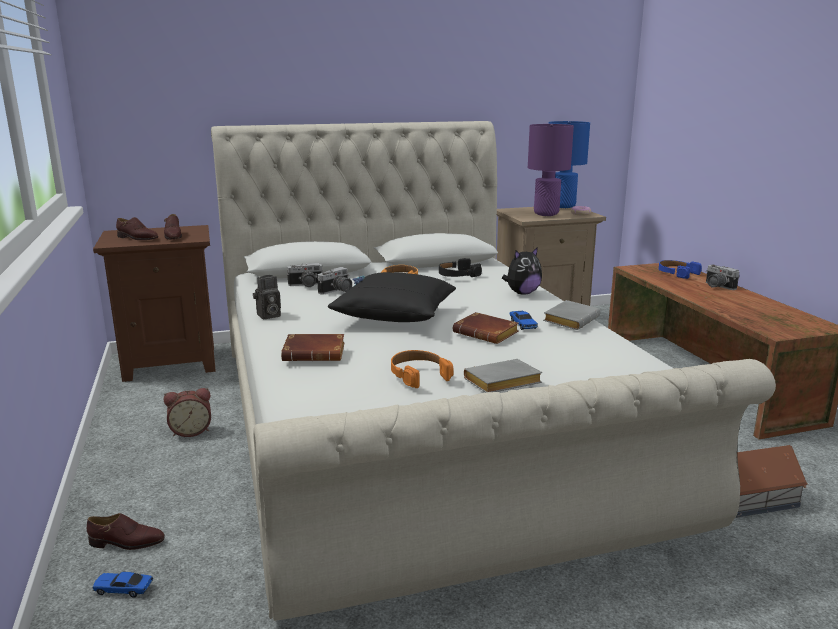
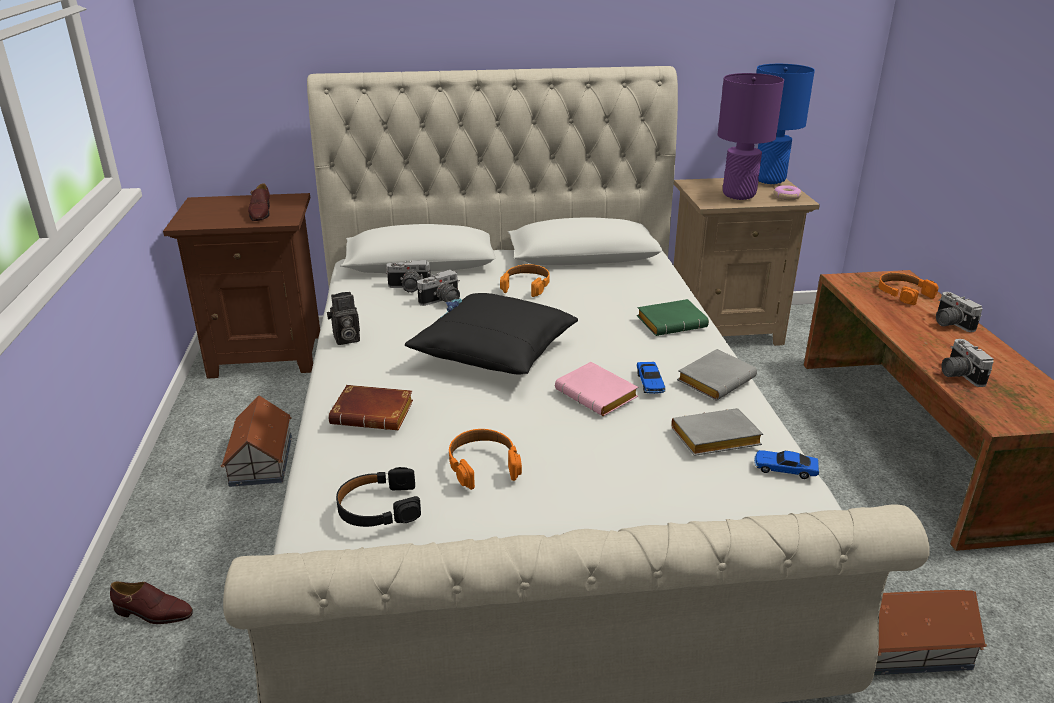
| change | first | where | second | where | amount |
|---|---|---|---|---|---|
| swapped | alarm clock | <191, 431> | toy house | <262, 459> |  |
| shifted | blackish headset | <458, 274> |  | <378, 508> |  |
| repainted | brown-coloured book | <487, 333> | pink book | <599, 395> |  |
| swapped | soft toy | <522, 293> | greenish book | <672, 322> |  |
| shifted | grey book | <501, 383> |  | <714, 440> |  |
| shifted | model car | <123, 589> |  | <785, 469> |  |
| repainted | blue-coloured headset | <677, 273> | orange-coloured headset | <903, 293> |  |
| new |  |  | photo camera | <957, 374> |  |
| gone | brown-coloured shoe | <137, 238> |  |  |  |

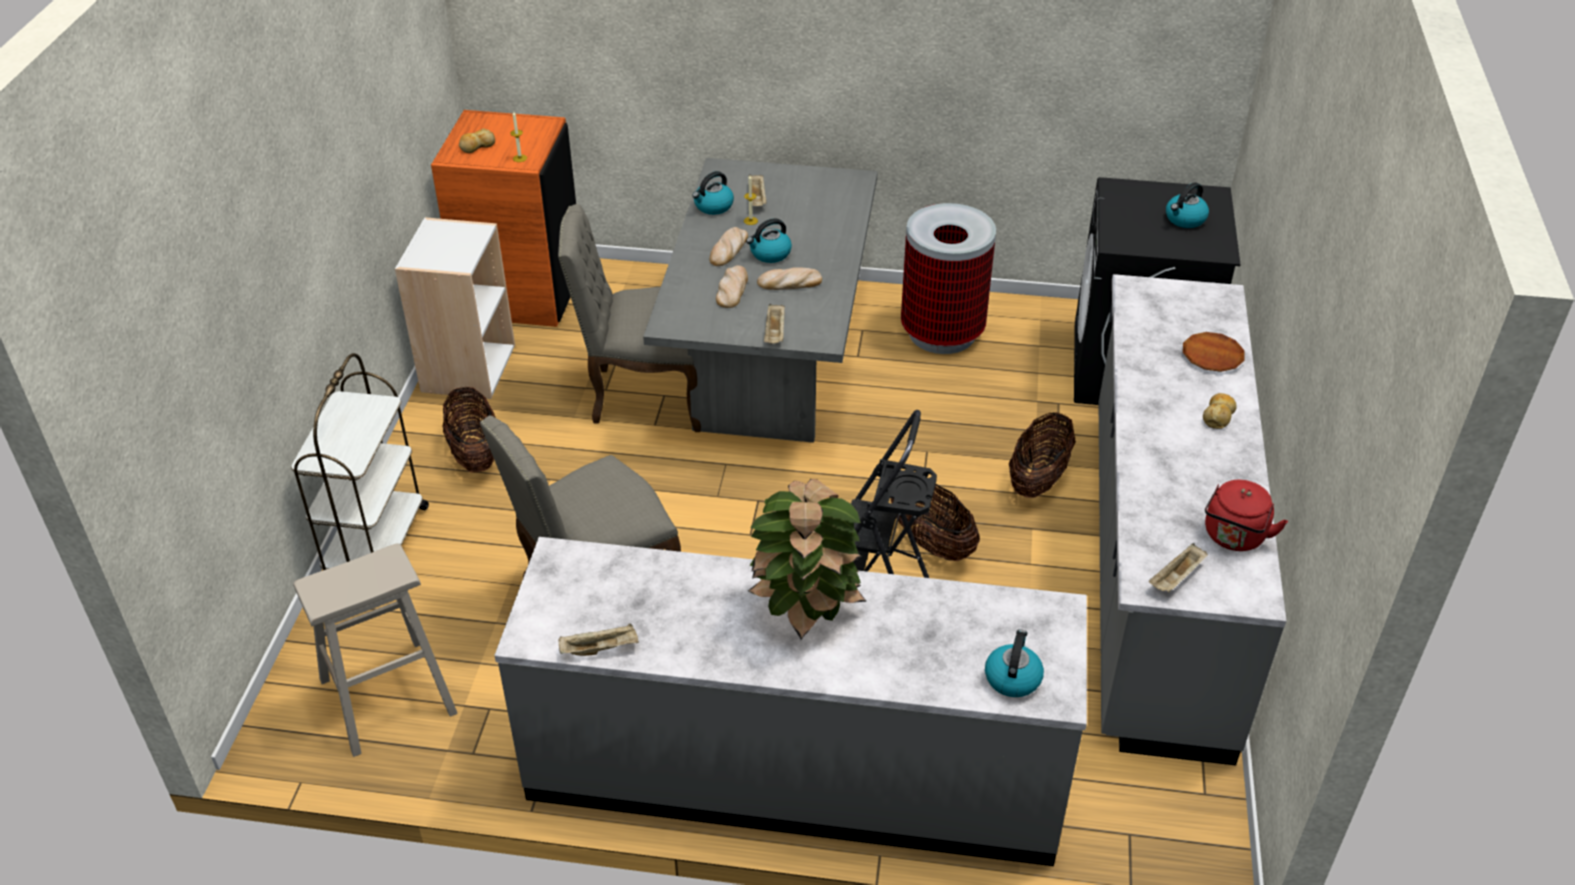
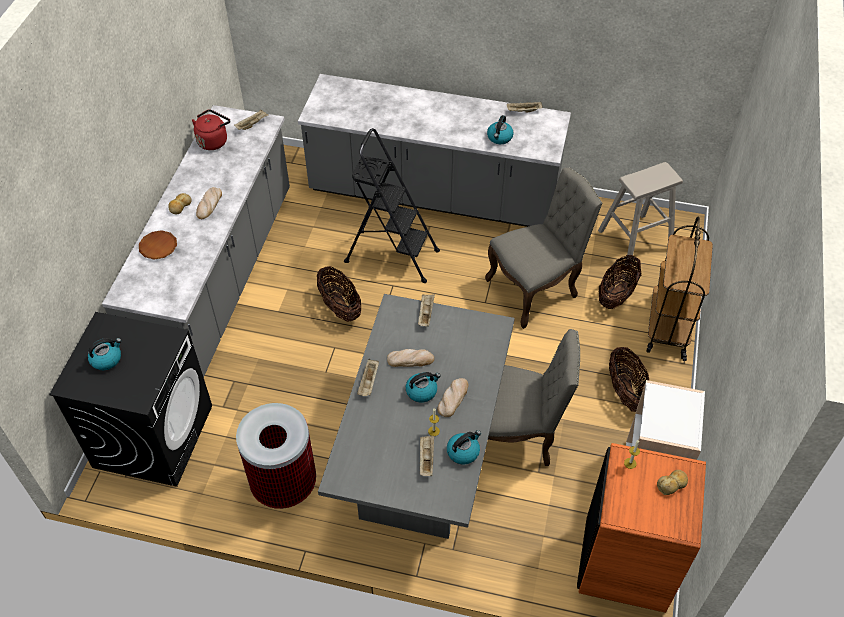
| change | first | where | second | where | amount |
|---|---|---|---|---|---|
| shifted | baked bread | <732, 289> |  | <209, 204> |  |
| new |  |  | beige-coloured tray | <368, 382> |  |
| shifted | kettle | <1012, 678> |  | <499, 138> |  |
| shifted | storage basket | <1038, 479> |  | <616, 295> |  |
| repainted | white-coloured wheeled cart | <377, 548> | brown-coloured wheeled cart | <669, 325> |  |
| gone | potted plant | <805, 613> |  |  |  |

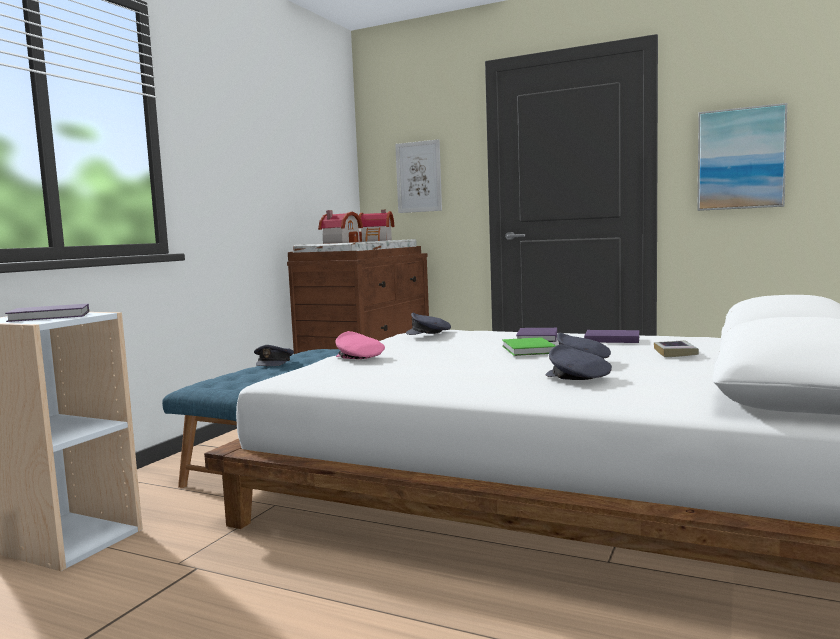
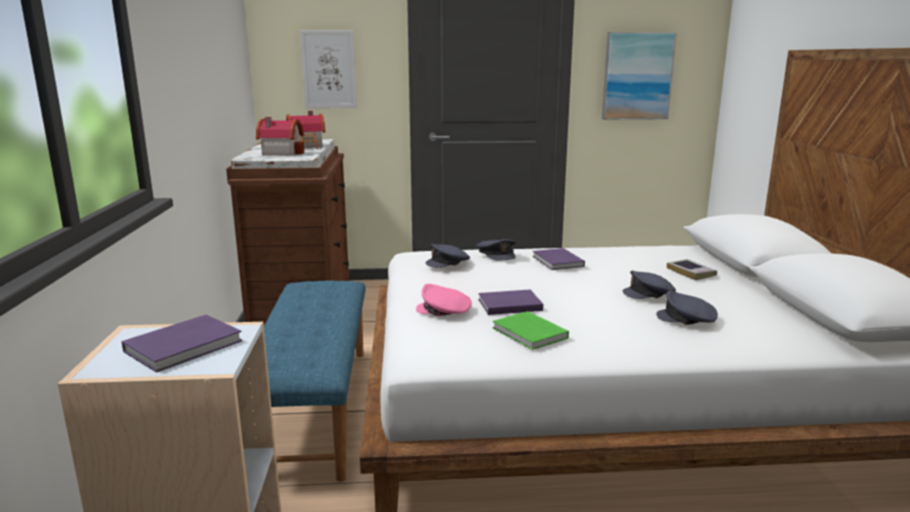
| change | first | where | second | where | amount |
|---|---|---|---|---|---|
| shifted | grey baseball cap | <274, 362> |  | <497, 254> |  |
| shifted | purple-coloured book | <610, 339> |  | <508, 304> |  |
| shifted | greenish book | <528, 350> |  | <530, 334> |  |

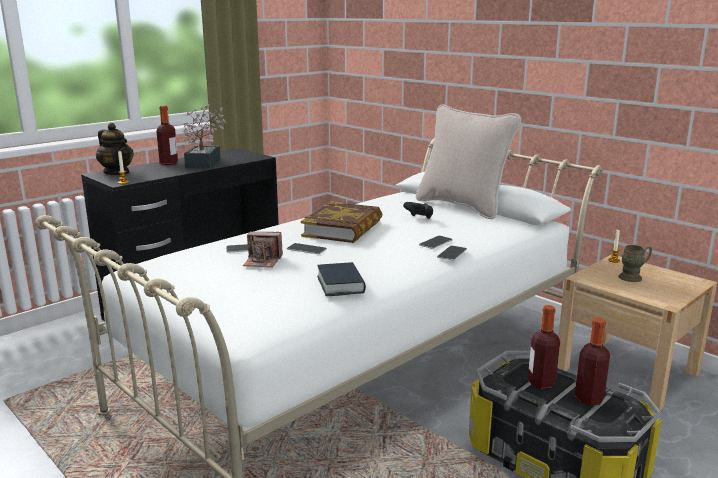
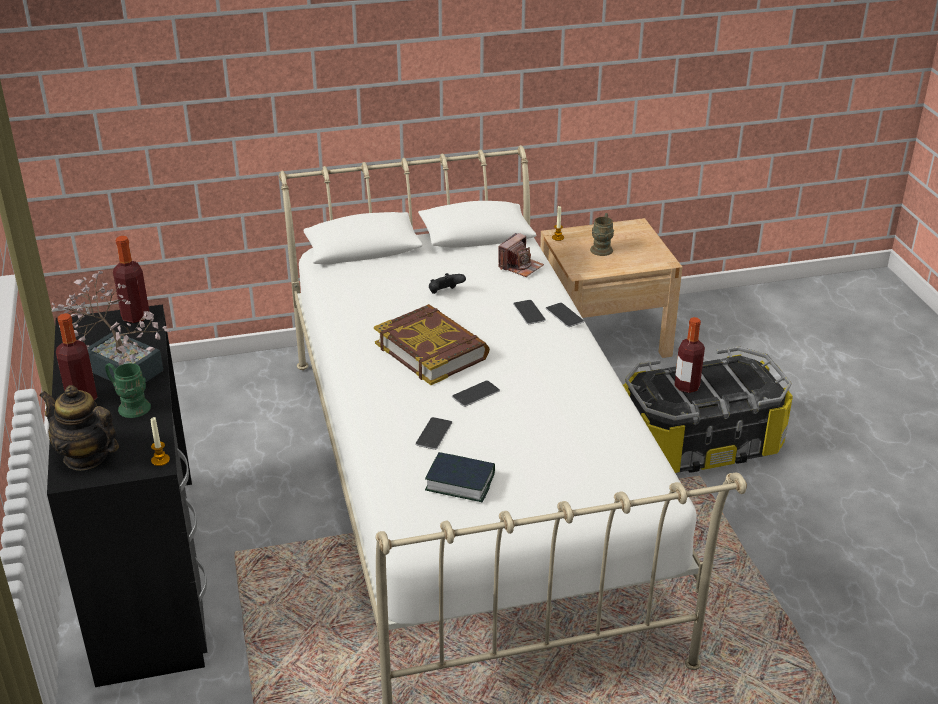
| change | first | where | second | where | amount |
|---|---|---|---|---|---|
| rotated | pot for tea | <117, 173> |  | <86, 457> | 135 degrees counterclockwise |
| new |  |  | greenish tea mug | <129, 406> |  |
| shifted | bottle | <589, 399> |  | <135, 316> |  |
| shifted | book | <340, 285> |  | <460, 482> |  |
| shifted | photo camera | <262, 261> |  | <520, 266> |  |
| gone | beige-coloured throw pillow | <462, 206> |  |  |  |

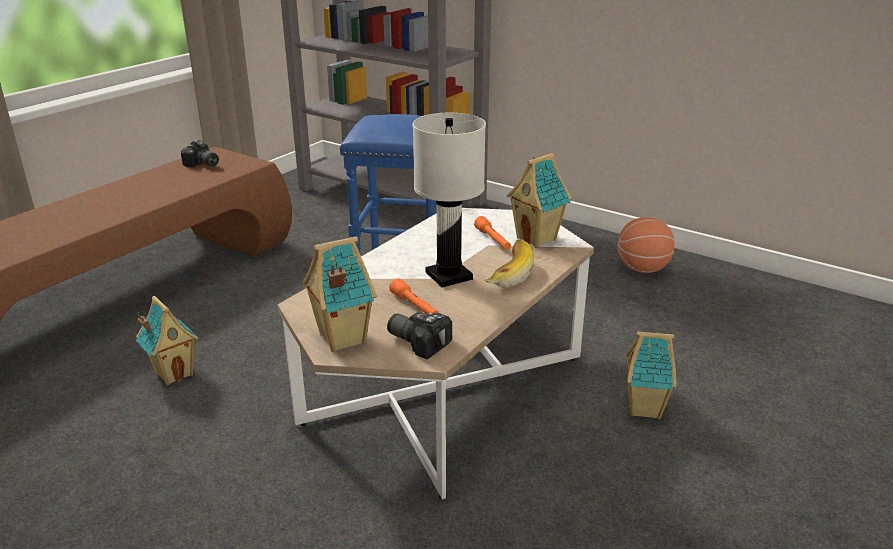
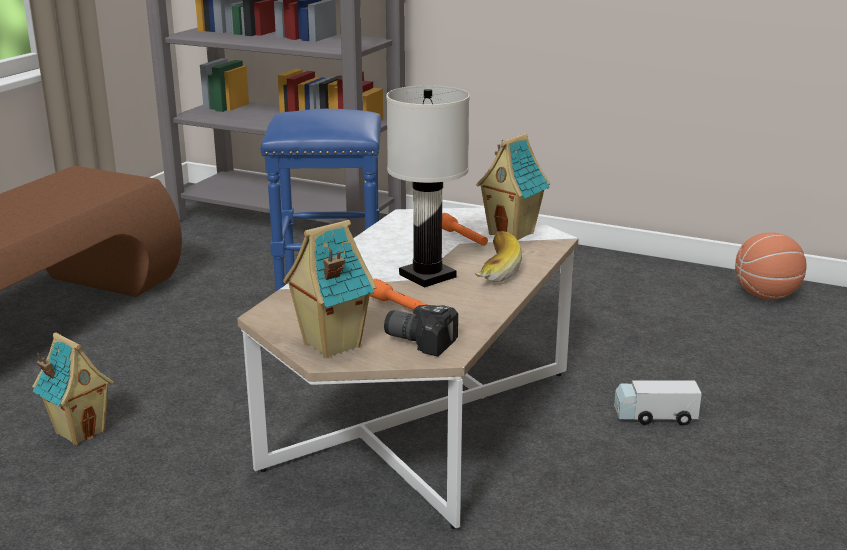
| change | first | where | second | where | amount |
|---|---|---|---|---|---|
| swapped | toy house | <645, 409> | toy lorry | <654, 416> |  |
| shifted | basketball ball | <642, 269> |  | <766, 295> |  |
| gone | photo camera | <202, 165> |  |  |  |

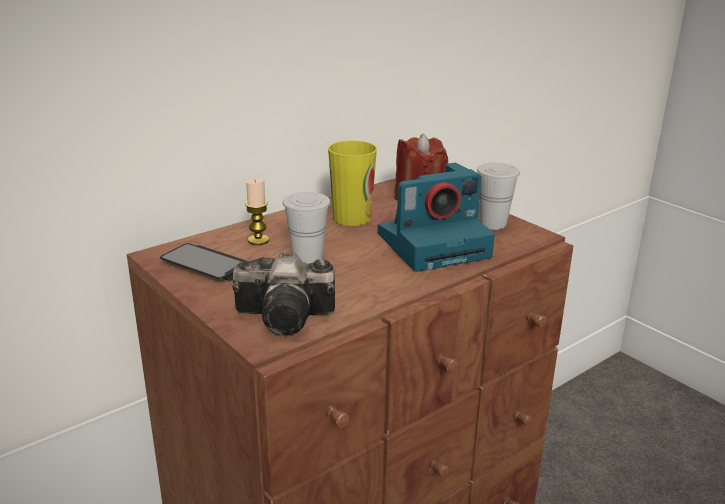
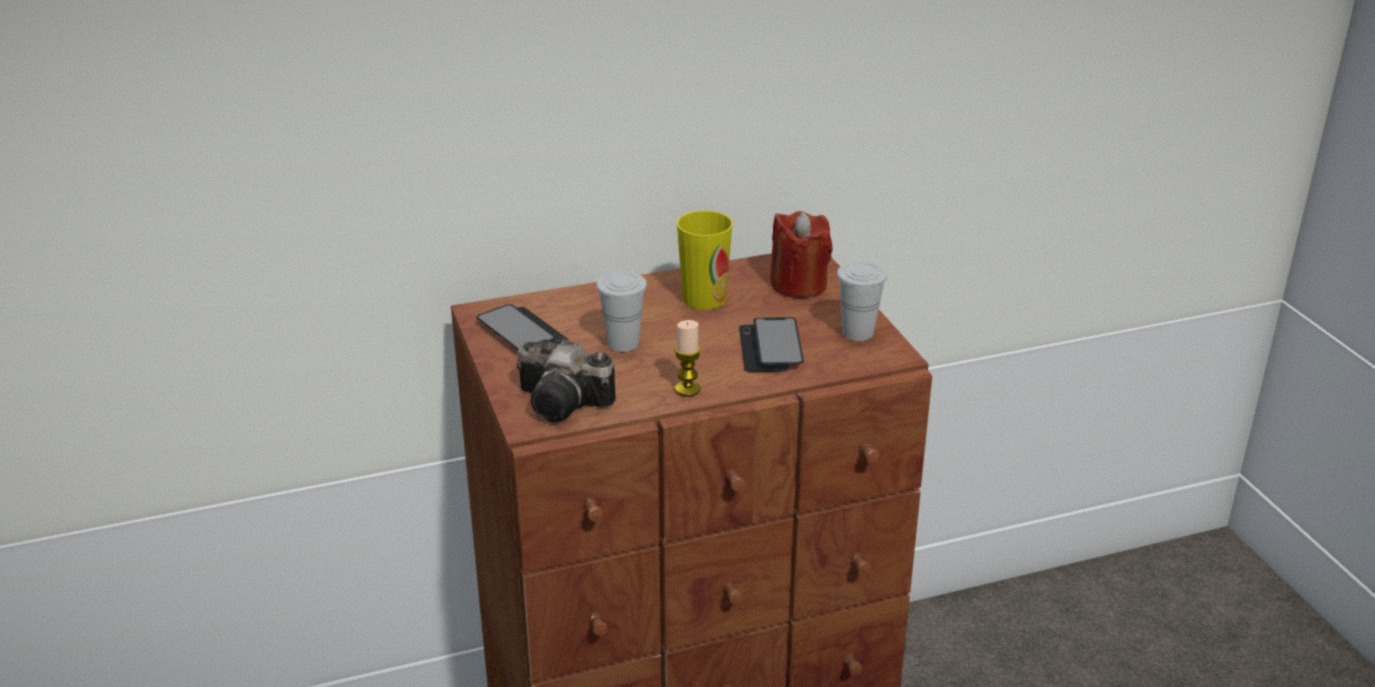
| change | first | where | second | where | amount |
|---|---|---|---|---|---|
| shifted | candle | <258, 240> |  | <687, 389> |  |
| swapped | photo camera | <435, 244> | handset | <770, 348> |  |

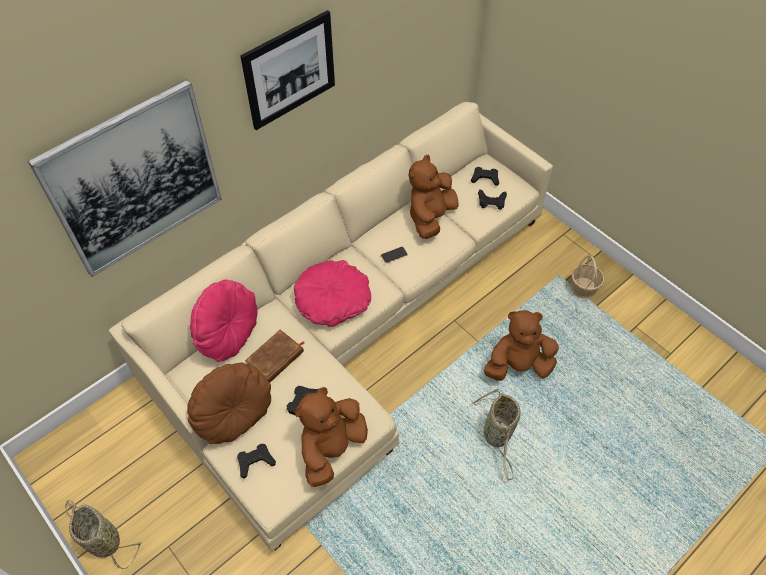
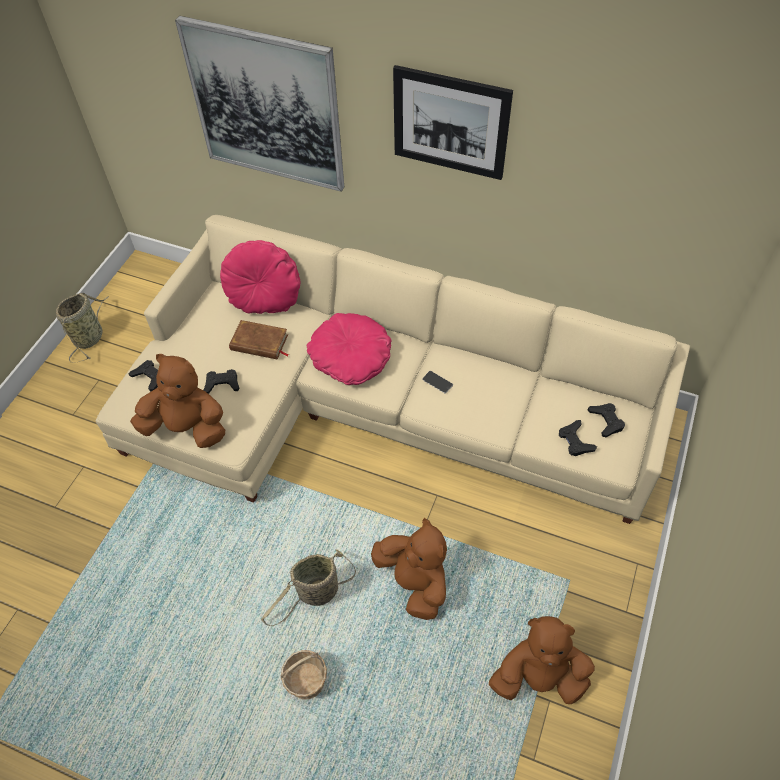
| change | first | where | second | where | amount |
|---|---|---|---|---|---|
| shifted | storage basket | <583, 288> |  | <307, 681> |  |
| shifted | brown-coloured soft toy | <430, 217> |  | <539, 677> |  |
| gone | brown-coloured throw pillow | <236, 419> |  |  |  |

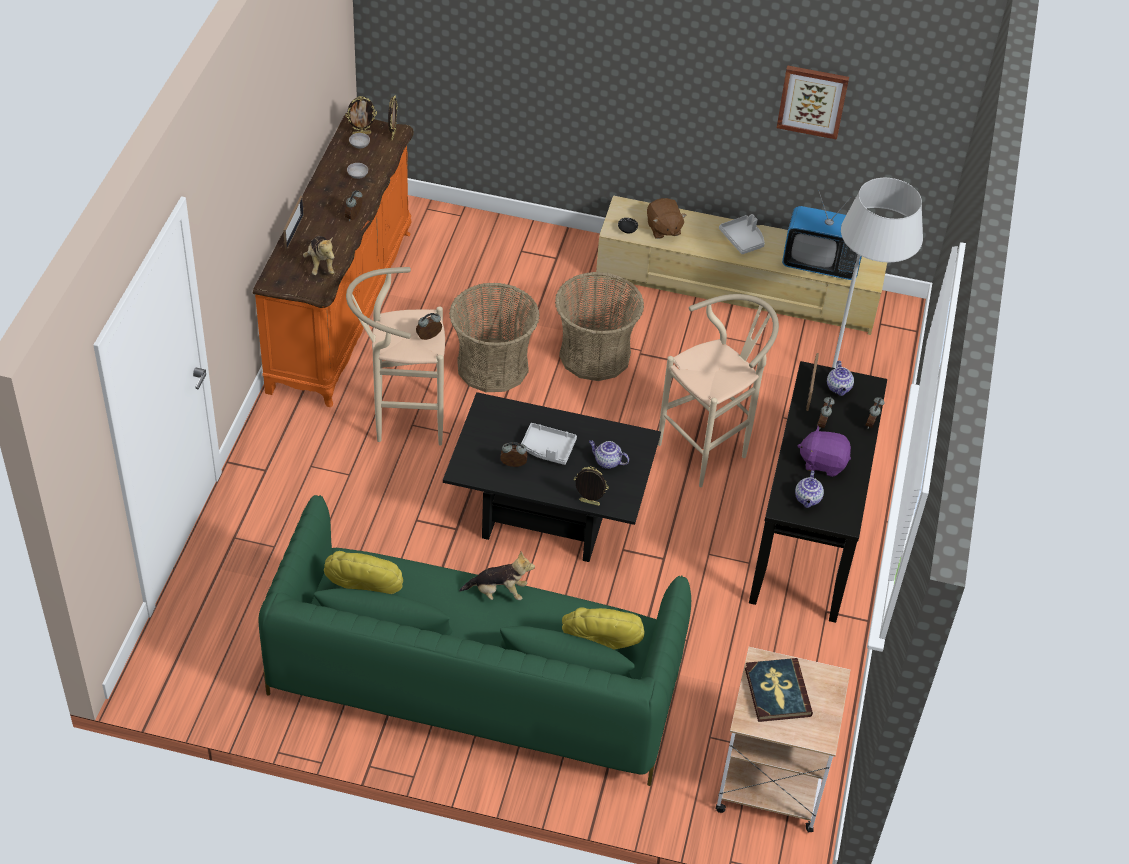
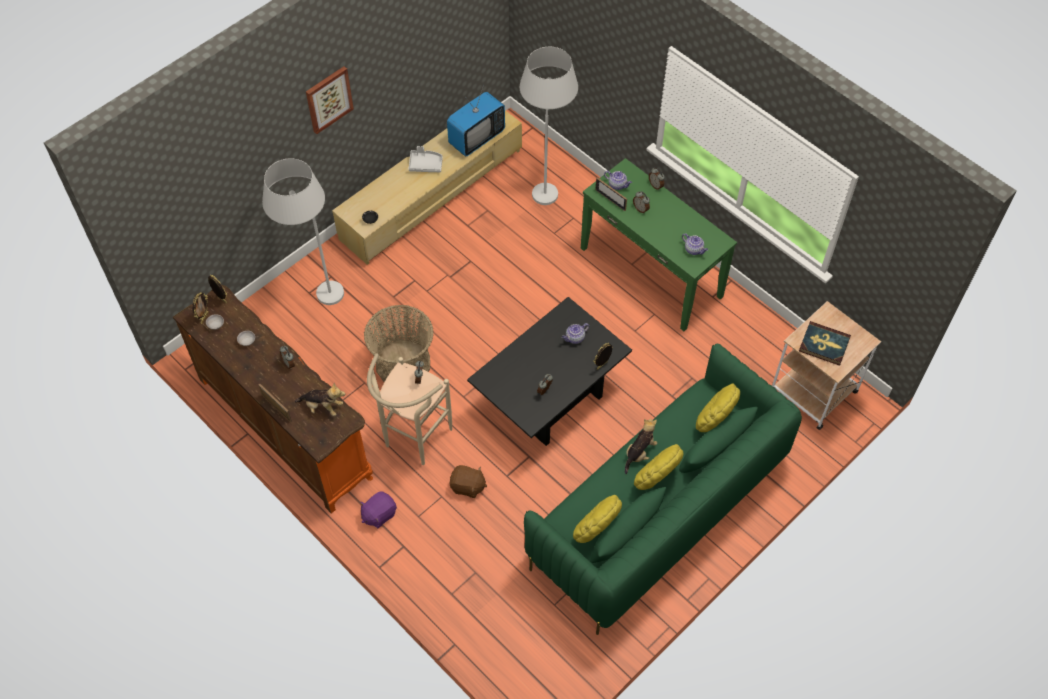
| change | first | where | second | where | amount |
|---|---|---|---|---|---|
| new |  |  | white-coloured standing lamp | <315, 291> |  |
| shifted | wall art | <812, 101> |  | <328, 99> |  |
| shifted | purple-coloured soft toy | <823, 462> |  | <379, 514> |  |
| shifted | brown-coloured soft toy | <663, 229> |  | <467, 486> |  |
| repainted | blackish console table | <809, 533> | greenish console table | <651, 272> |  |
| new |  |  | yellowish throw pillow | <656, 479> |  |
| gone | grey tray | <548, 449> |  |  |  |
| gone | storage basket | <595, 355> |  |  |  |
| gone | beige-coloured stool | <710, 449> |  |  |  |

